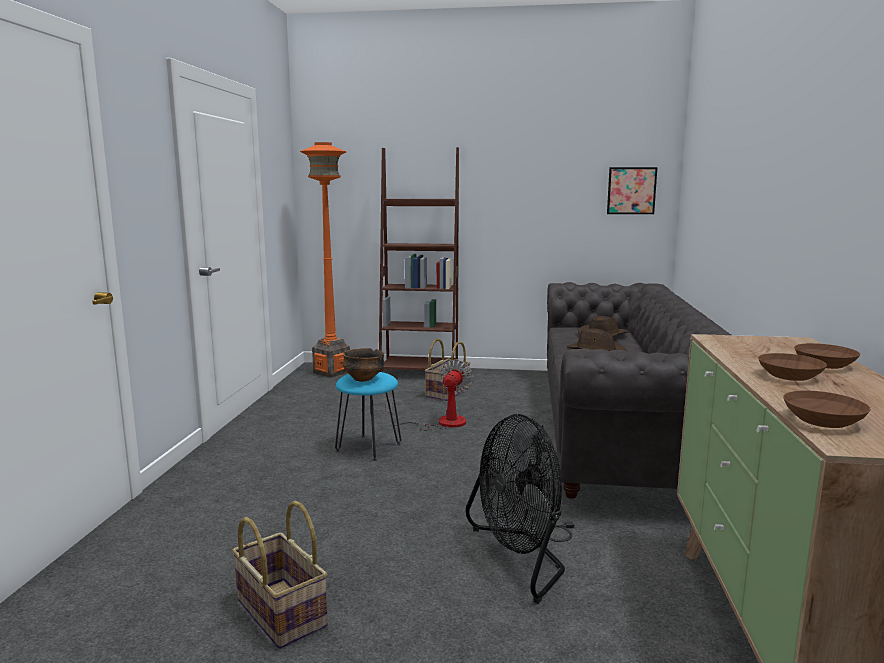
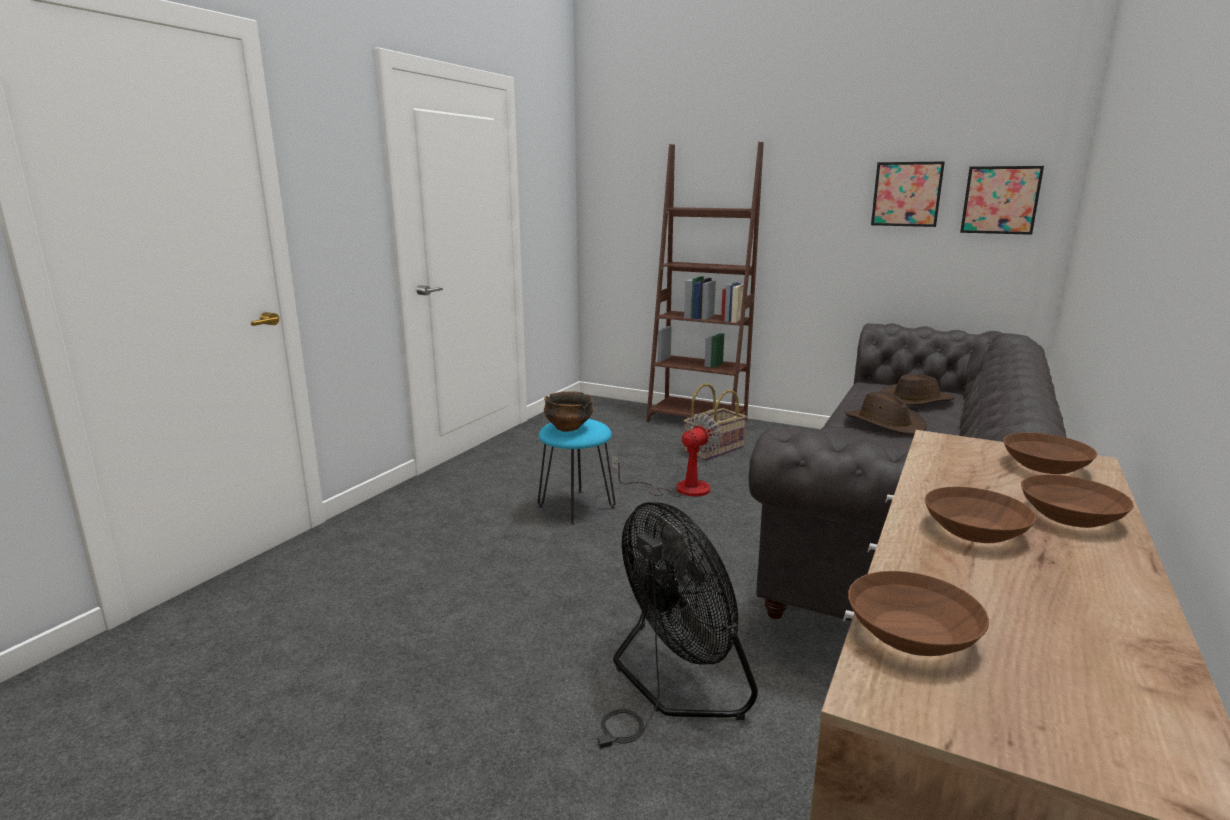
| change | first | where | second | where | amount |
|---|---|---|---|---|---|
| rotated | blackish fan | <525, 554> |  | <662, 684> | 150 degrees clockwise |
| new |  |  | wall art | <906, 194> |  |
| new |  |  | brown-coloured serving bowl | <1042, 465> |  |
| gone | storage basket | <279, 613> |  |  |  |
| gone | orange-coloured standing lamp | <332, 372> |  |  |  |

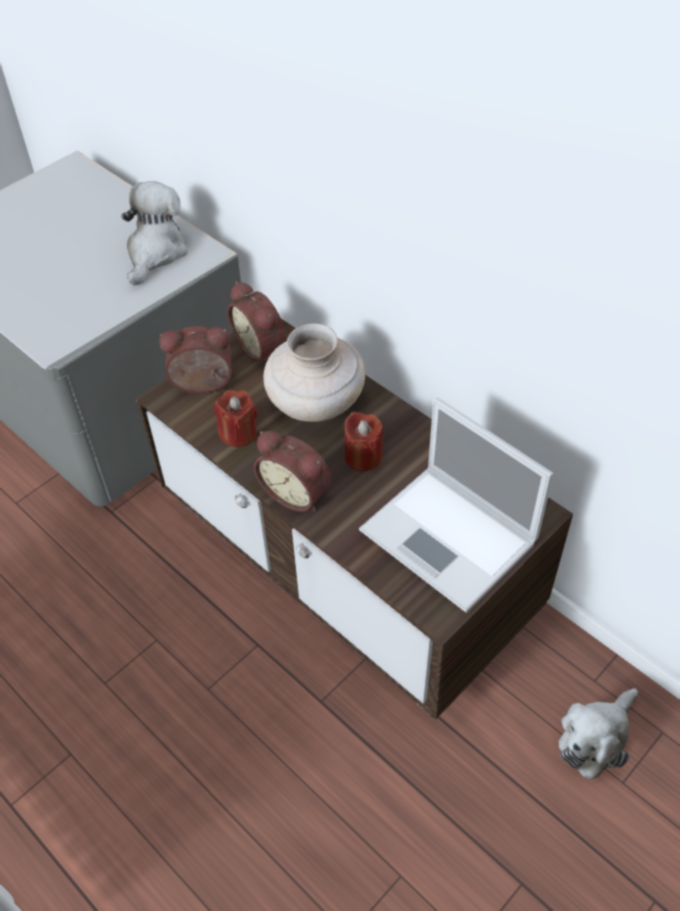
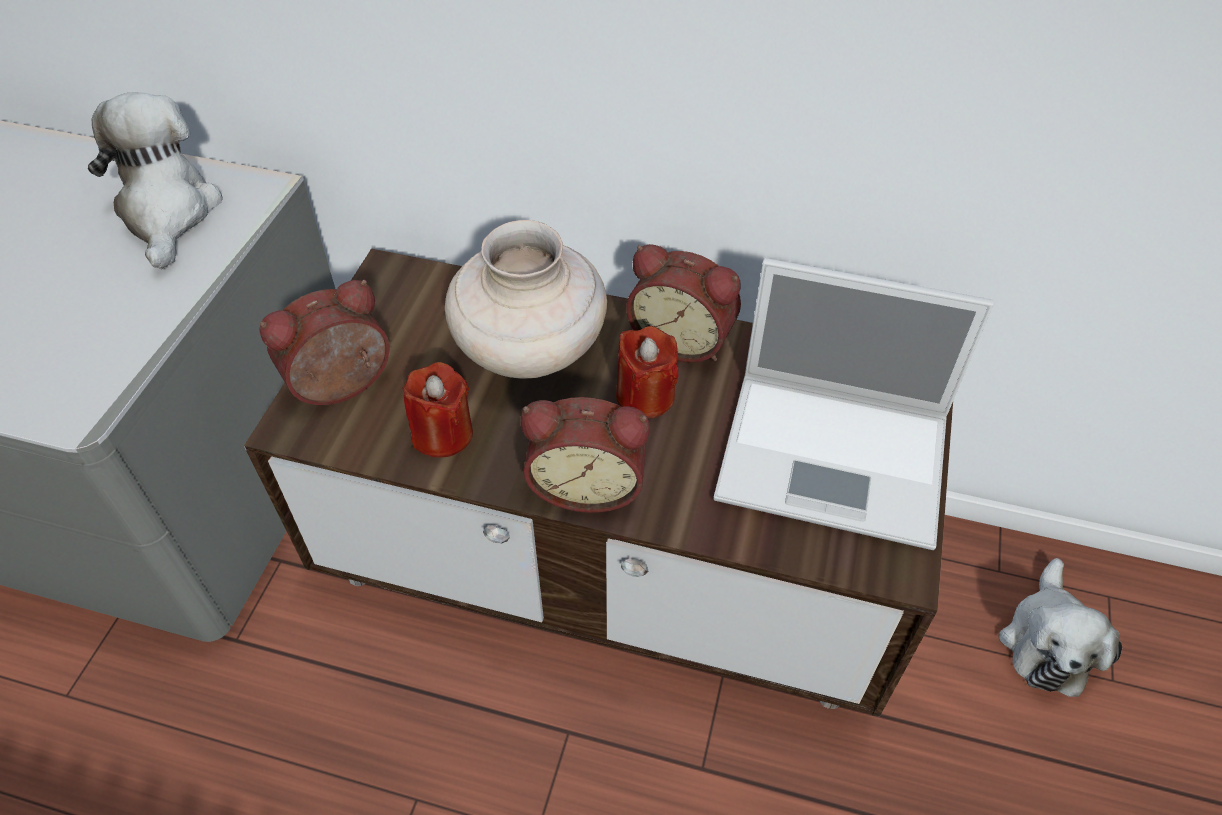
| change | first | where | second | where | amount |
|---|---|---|---|---|---|
| shifted | alarm clock | <262, 347> |  | <683, 339> |  |

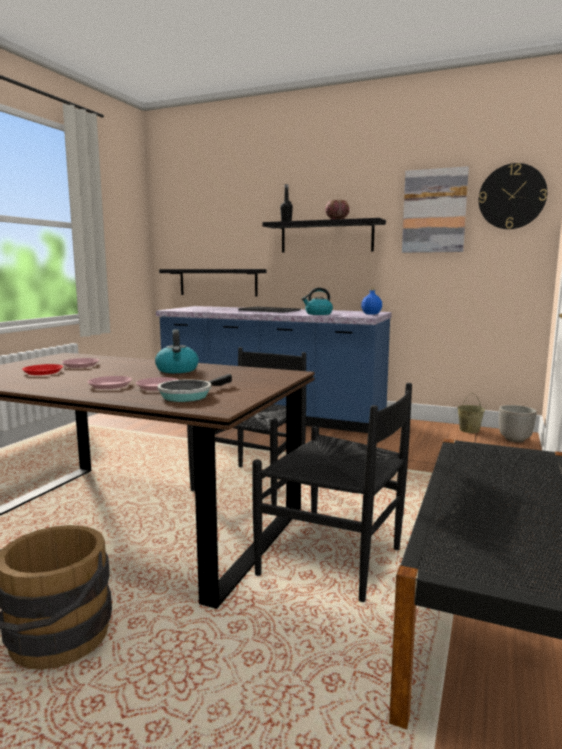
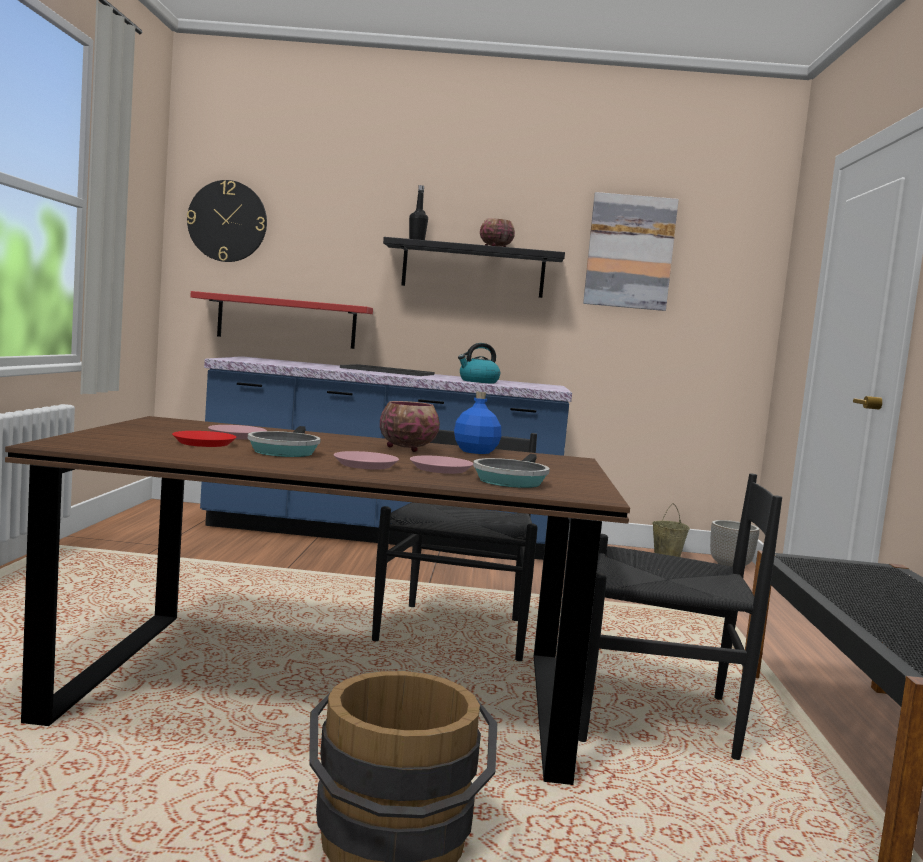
| change | first | where | second | where | amount |
|---|---|---|---|---|---|
| shifted | clock on the wall | <512, 196> |  | <227, 221> |  |
| repainted | blackish shelf | <218, 282> | red-coloured shelf | <287, 321> |  |
| new |  |  | skillet | <284, 451> |  |
| swapped | kettle | <177, 370> | serving bowl | <407, 449> |  |
| shifted | blue-coloured bottle | <371, 314> |  | <476, 451> |  |

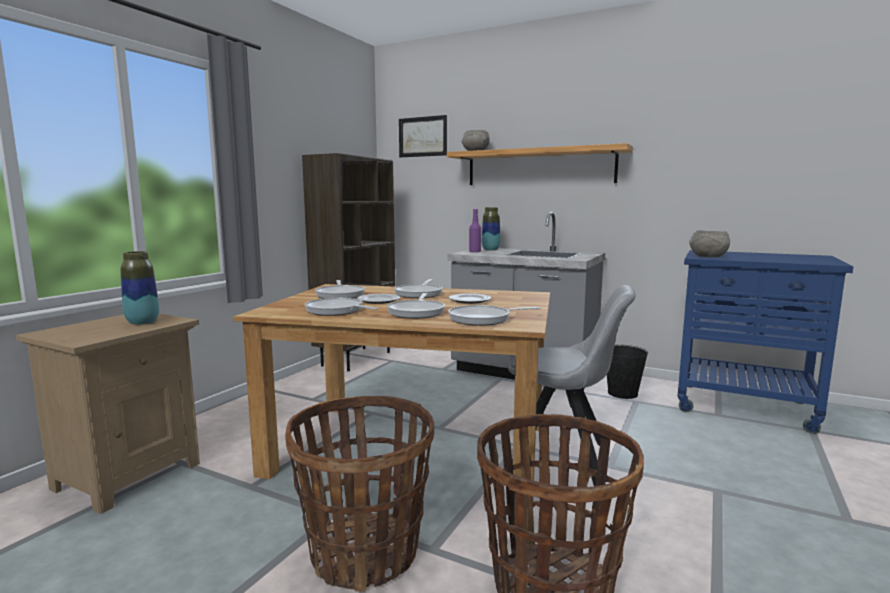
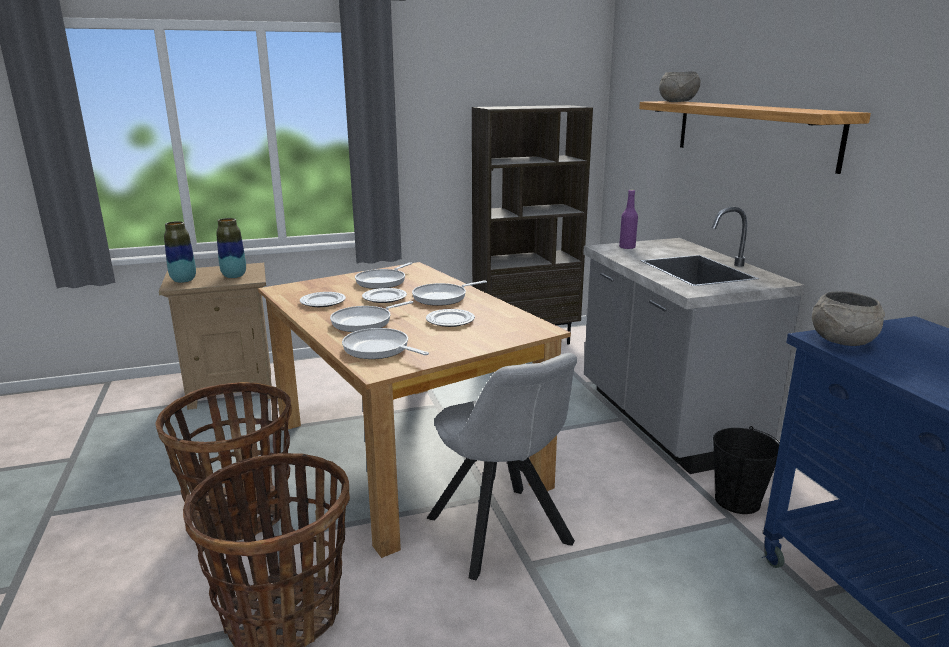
| change | first | where | second | where | amount |
|---|---|---|---|---|---|
| shifted | vase | <490, 250> |  | <183, 280> |  |
| swapped | skillet | <337, 311> | plate | <322, 302> |  |
| gone | wall art | <422, 136> |  |  |  |

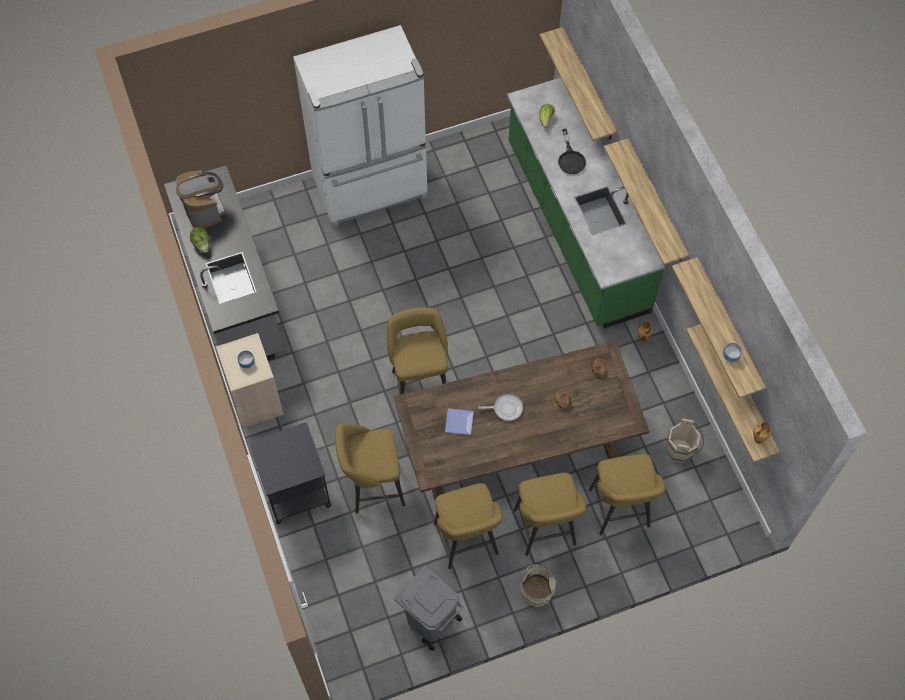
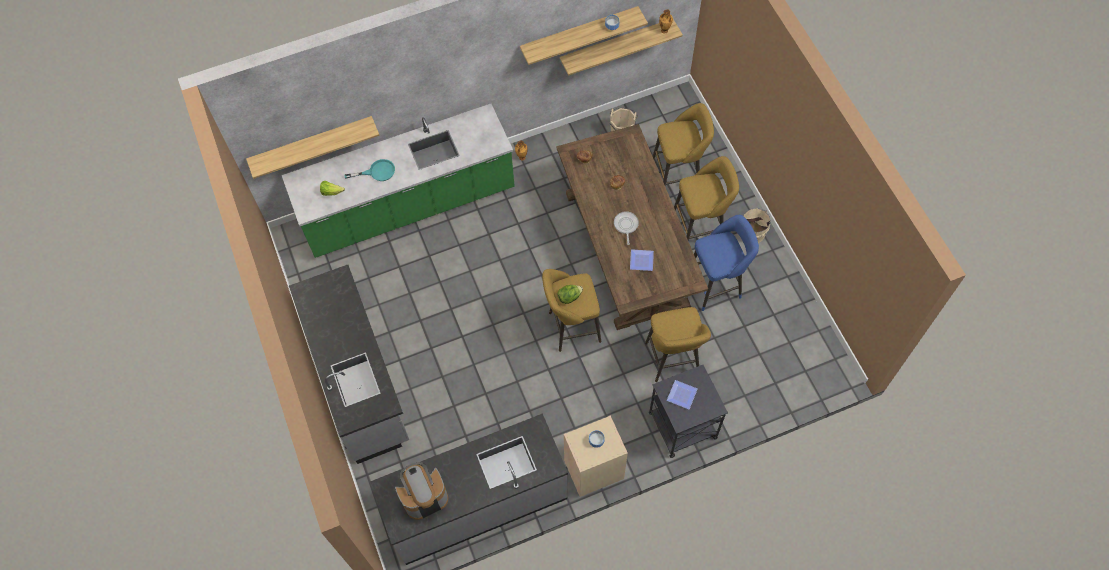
| change | first | where | second | where | amount |
|---|---|---|---|---|---|
| swapped | white-coloured refrigerator | <371, 190> | grey kitchen counter | <360, 381> |  |
| repainted | blackish skillet | <570, 159> | turquoise-coloured skillet | <377, 172> |  |
| shifted | head of lettuce | <202, 244> |  | <569, 297> |  |
| new |  |  | plate | <682, 396> |  |
| repainted | yellowish stool | <467, 542> | blue-coloured stool | <716, 284> |  |
| gone | grey waste bin | <430, 620> |  |  |  |
| gone | shelf | <656, 202> |  |  |  |

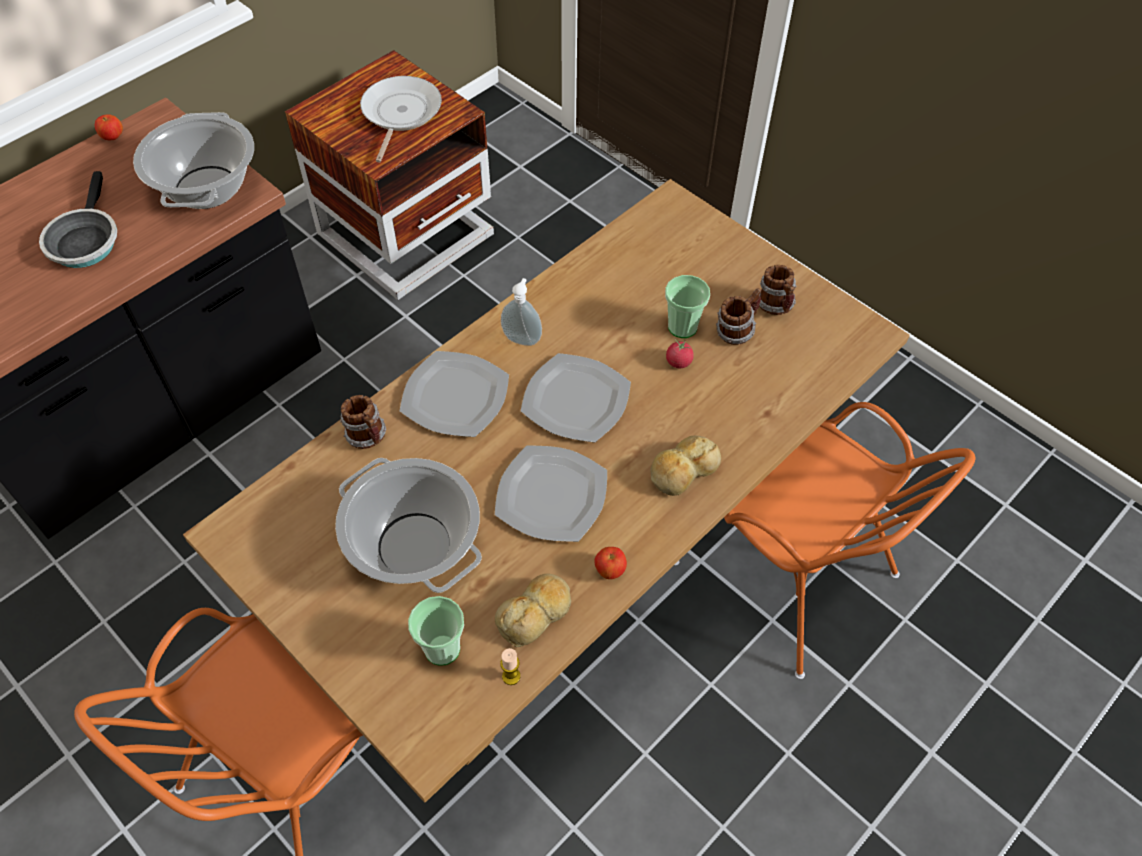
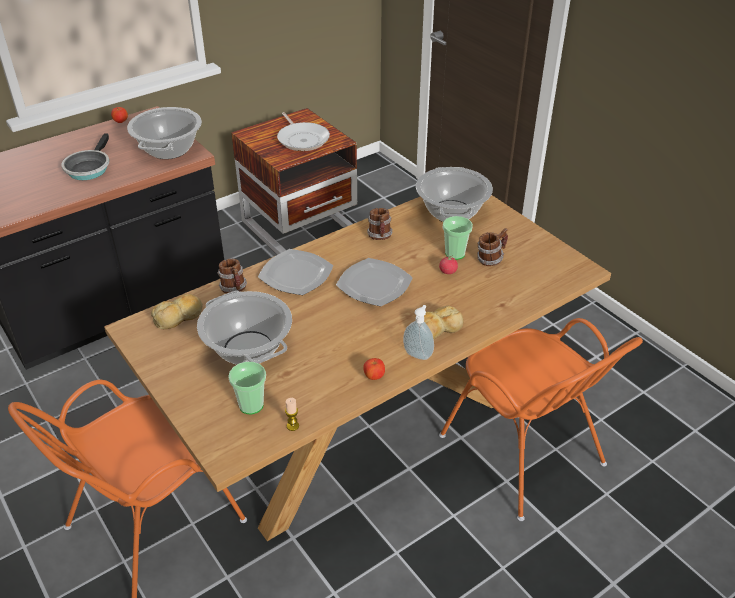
| change | first | where | second | where | amount |
|---|---|---|---|---|---|
| shifted | baked bread | <535, 614> |  | <179, 317> |  |
| rotated | skillet | <400, 114> |  | <302, 139> | 135 degrees clockwise |
| shifted | tea mug | <776, 306> |  | <380, 237> |  |
| shifted | liquid soap bottle | <522, 338> |  | <418, 354> |  |
| new |  |  | cooking pot | <452, 212> |  |
| gone | plate | <552, 495> |  |  |  |

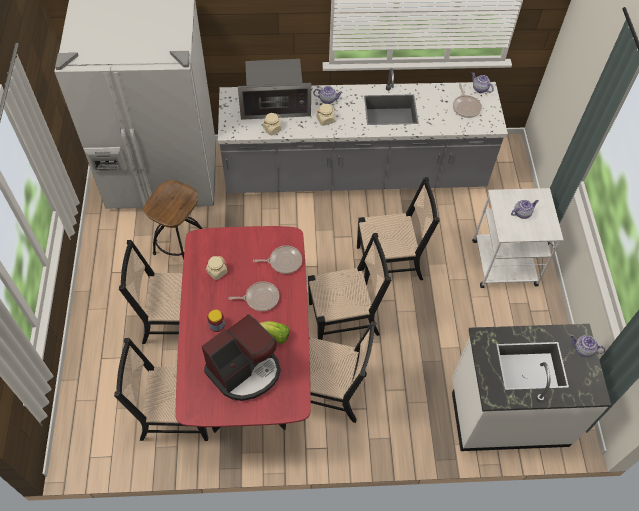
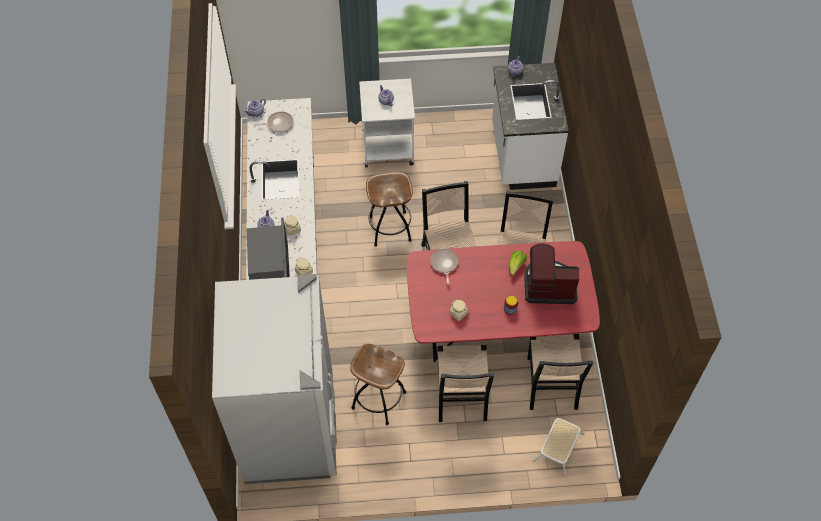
| change | first | where | second | where | amount |
|---|---|---|---|---|---|
| swapped | chair | <389, 262> | brown-coloured stool | <390, 228> |  |
| rotated | coffee machine | <245, 370> |  | <549, 285> | 45 degrees counterclockwise |
| new |  |  | beige-coloured stepladder | <558, 447> |  |
| gone | skillet | <260, 298> |  |  |  |

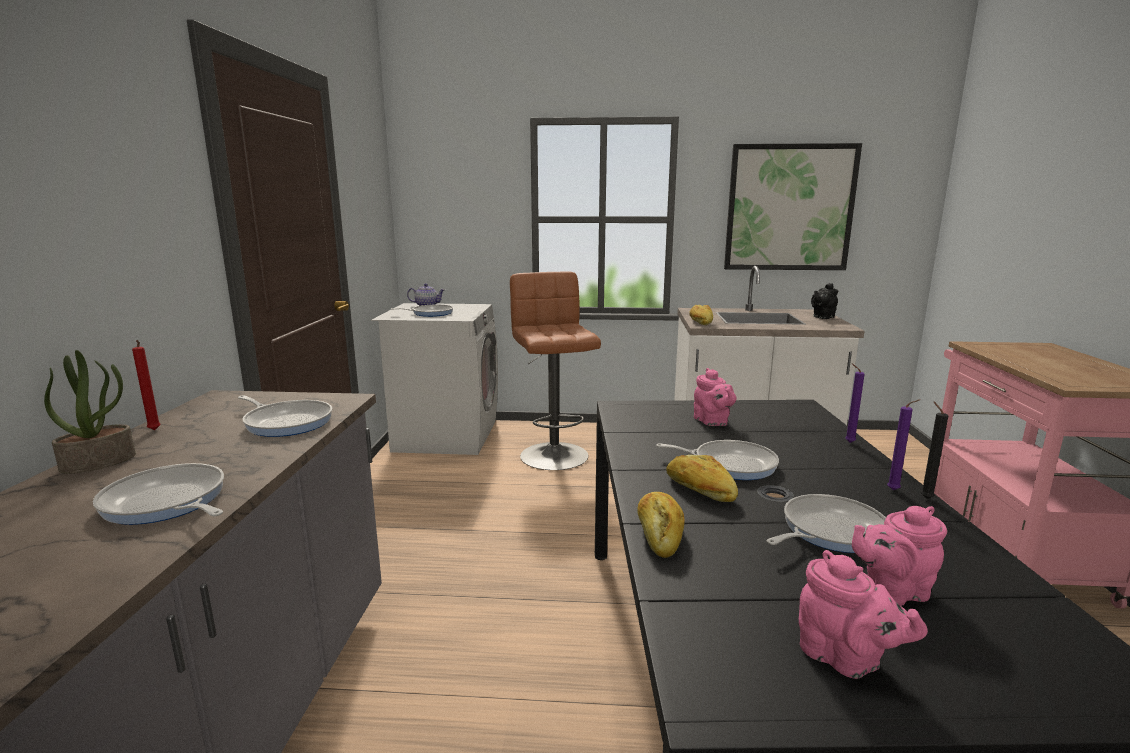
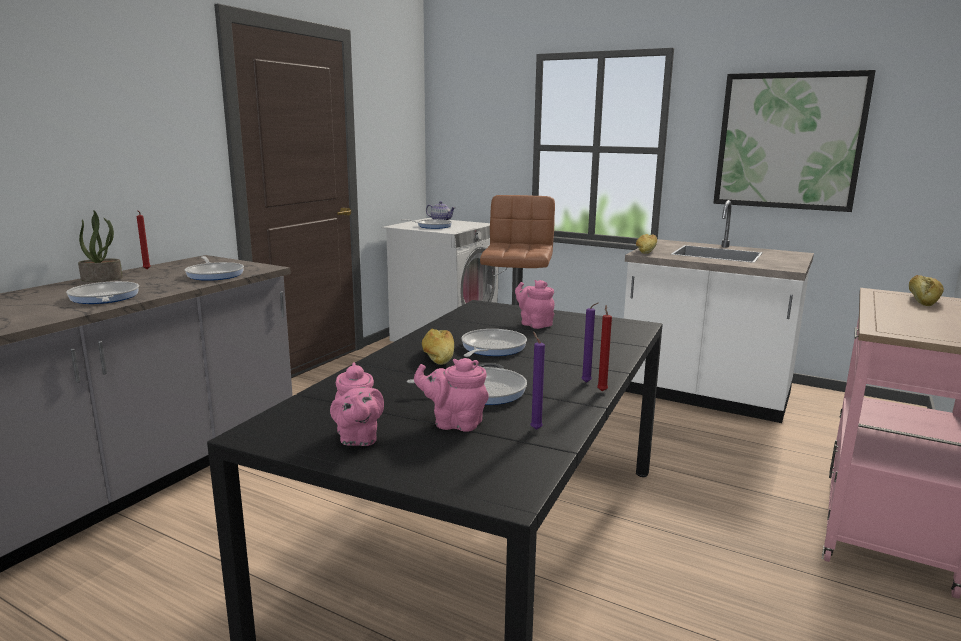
| change | first | where | second | where | amount |
|---|---|---|---|---|---|
| rotated | skillet | <730, 464> |  | <491, 348> | 105 degrees counterclockwise |
| rotated | pink pot for tea | <712, 422> |  | <534, 324> | 135 degrees clockwise |
| shifted | purple-coloured candle | <848, 442> |  | <535, 428> |  |
| repainted | blackish candle | <924, 497> | red-coloured candle | <602, 390> |  |
| shifted | baked bread | <660, 534> |  | <923, 300> |  |
| gone | blackish pot for tea | <822, 317> |  |  |  |

